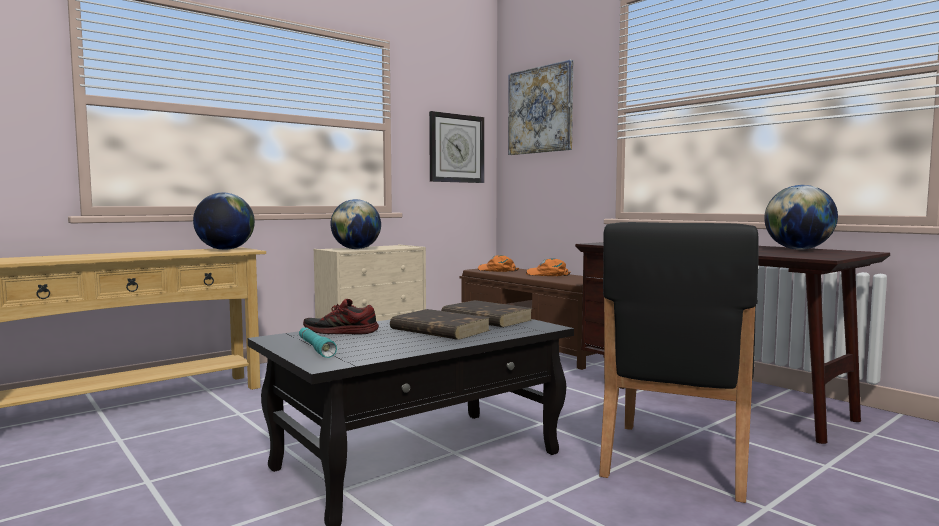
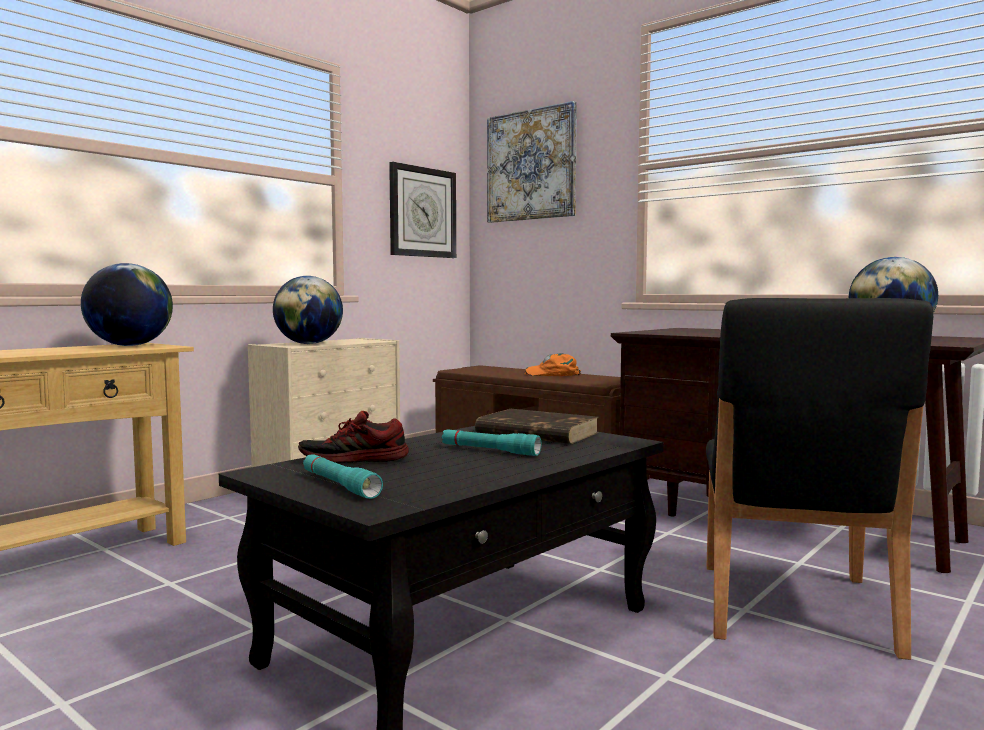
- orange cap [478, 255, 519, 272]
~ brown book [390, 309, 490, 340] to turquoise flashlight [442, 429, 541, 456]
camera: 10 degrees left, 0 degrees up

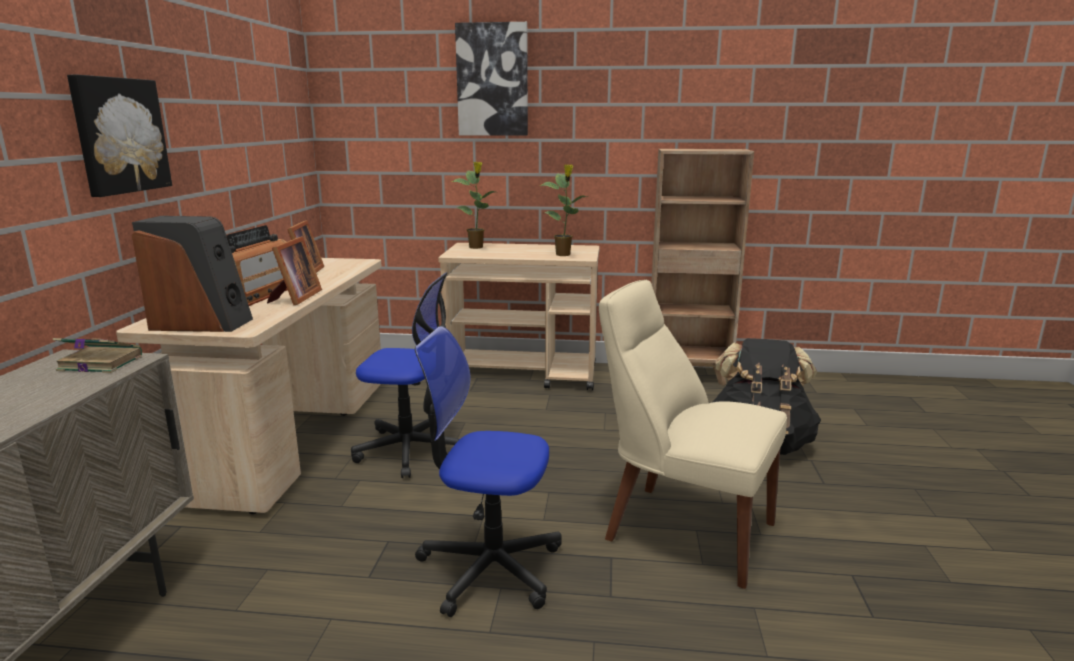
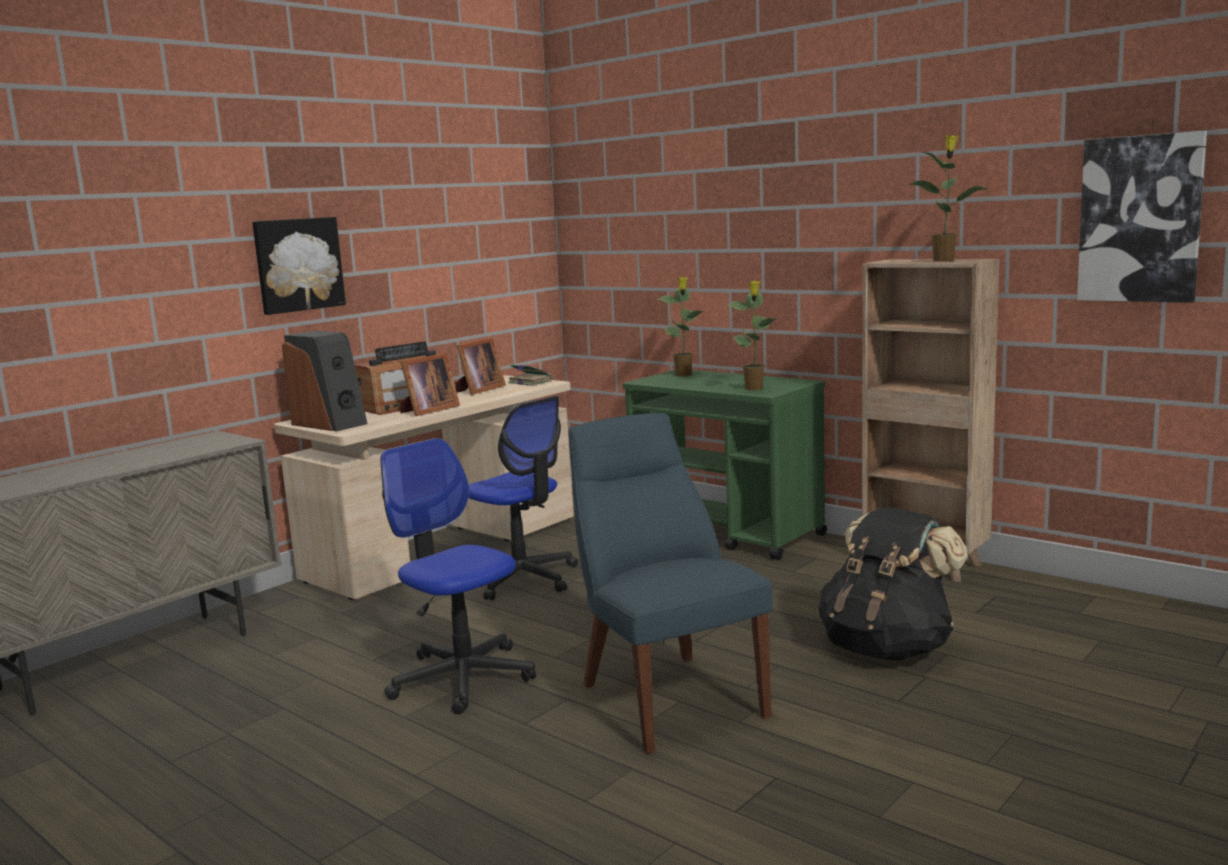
+ potted plant [908, 135, 989, 262]
~ book [53, 338, 142, 373] to [508, 364, 552, 386]
~ picture [455, 22, 528, 136] to [1077, 131, 1207, 303]
~ beige cart [438, 243, 600, 390] to green cart [622, 370, 827, 560]
~ beige chair [599, 280, 787, 589] to blue chair [569, 413, 773, 754]
camera: 35 degrees right, 5 degrees down

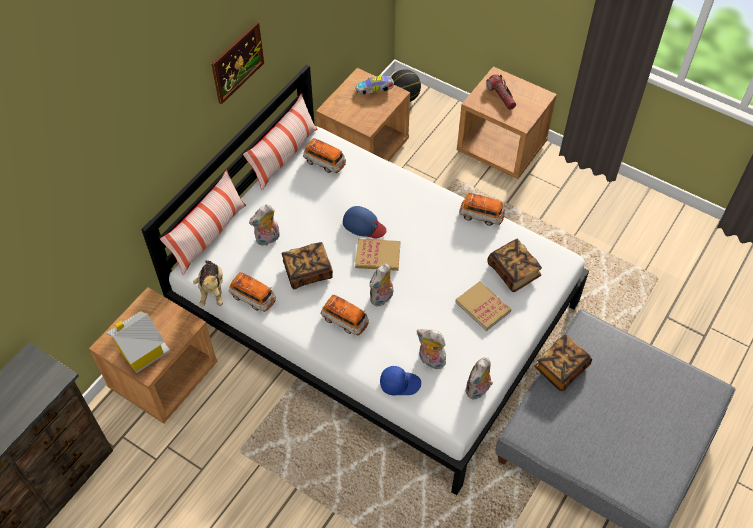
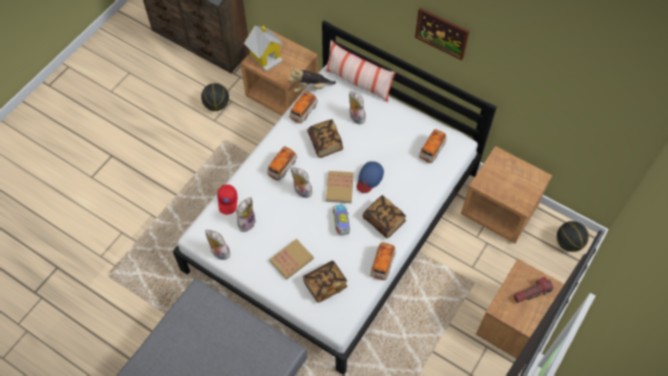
- pillow [243, 93, 317, 191]
+ basketball [201, 83, 229, 111]
~ toy car [356, 76, 394, 95] to [333, 204, 350, 235]
~ book [534, 334, 592, 391] to [363, 195, 406, 238]
~ blue cap [380, 366, 421, 395] to red cap [217, 185, 238, 215]
camera: 90 degrees right, 5 degrees up

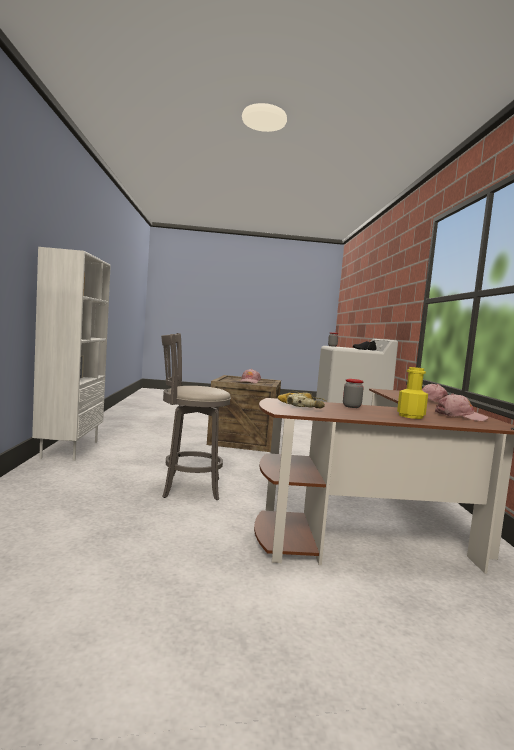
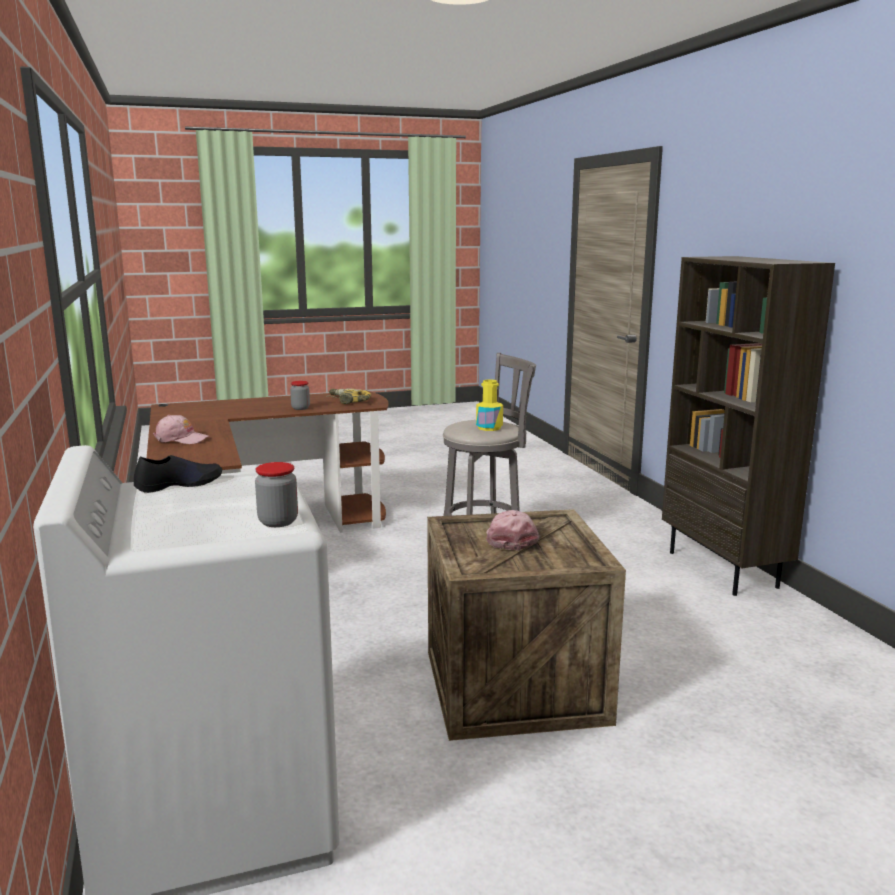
- pink cap [435, 394, 488, 421]
~ yellow bottle [397, 367, 428, 419] to [476, 379, 503, 431]
~ white bookcase [32, 247, 111, 461] to brown bookcase [662, 256, 835, 596]
camera: 165 degrees right, 10 degrees up

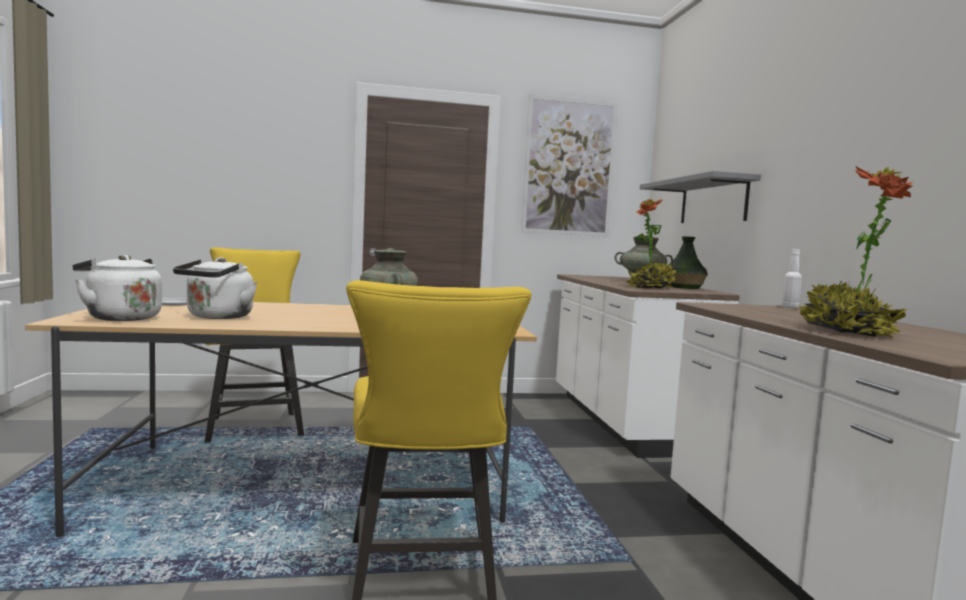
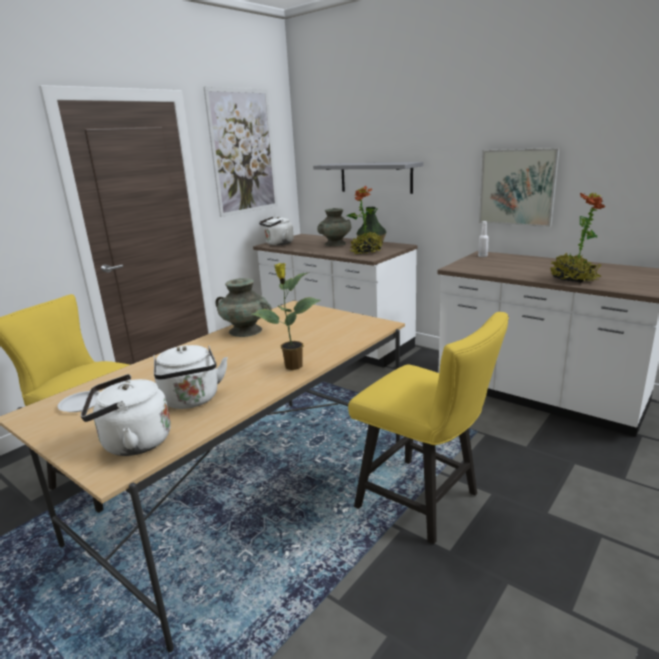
+ potted plant [251, 263, 321, 370]
+ white kettle [259, 216, 294, 246]
+ picture [479, 148, 560, 227]
camera: 40 degrees left, 15 degrees up

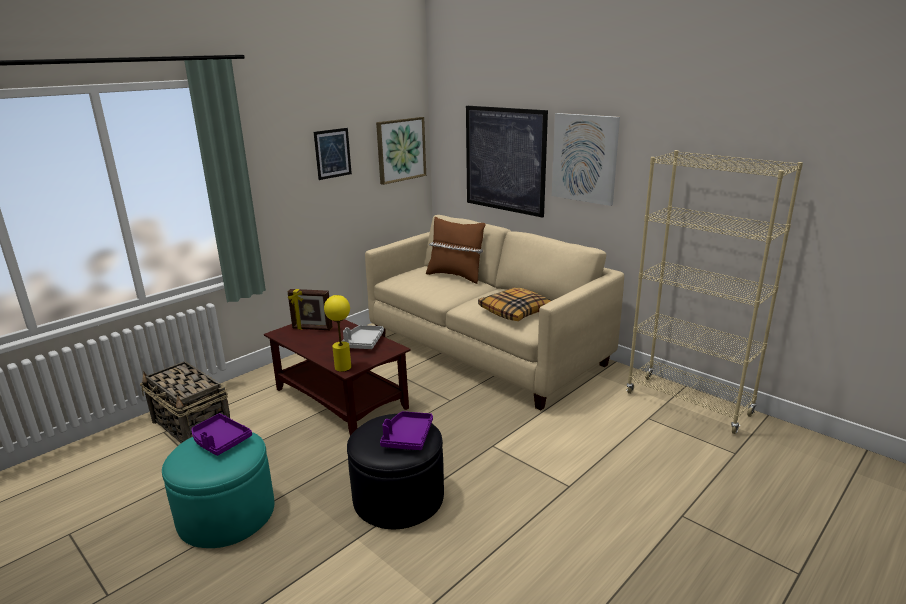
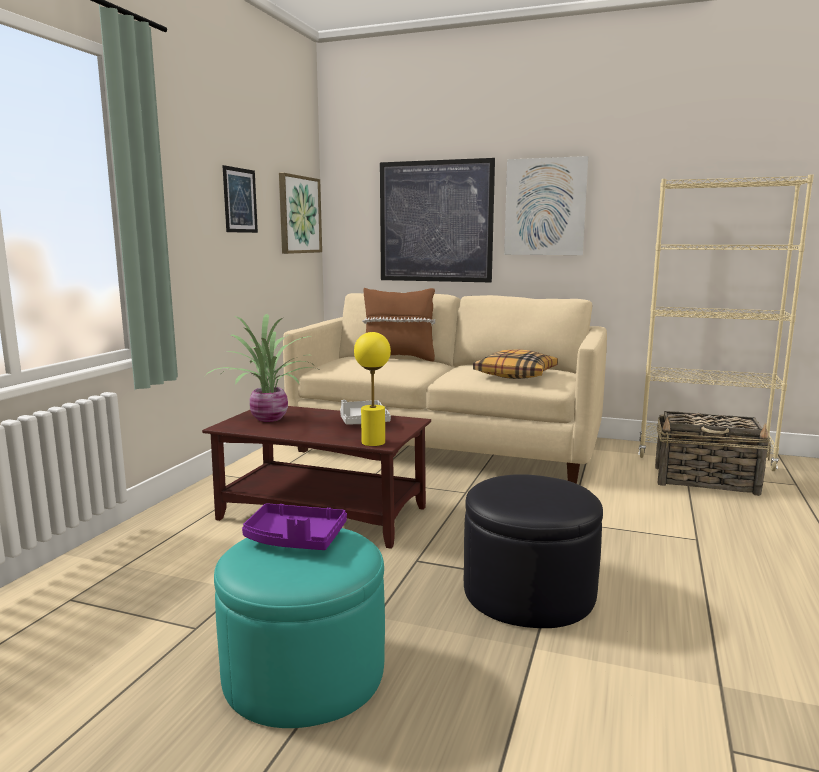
- purple tray [380, 411, 433, 450]
~ basket [140, 361, 230, 443] to [655, 411, 771, 496]
~ picture frame [288, 289, 333, 330] to potted plant [205, 314, 317, 422]
camera: 25 degrees left, 10 degrees down

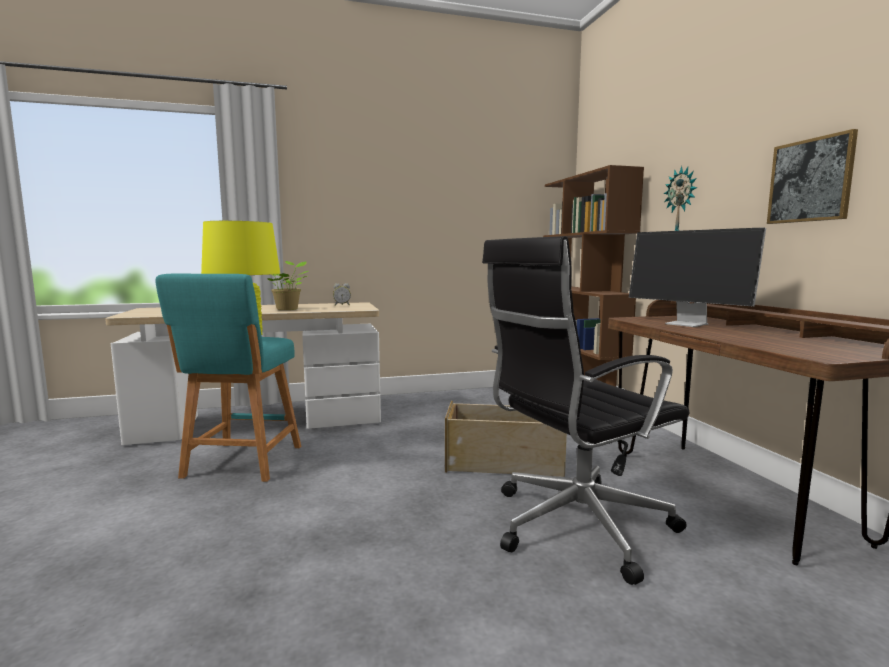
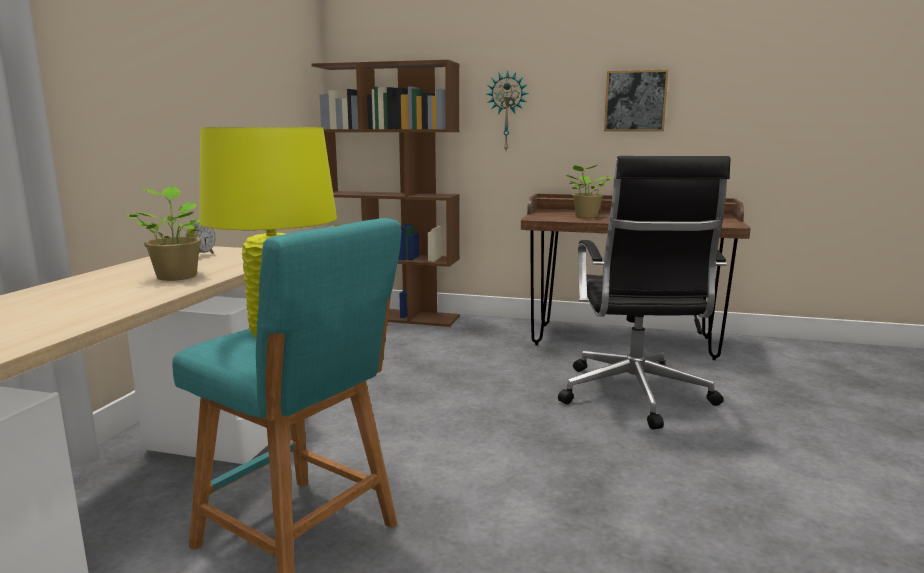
- beige storage box [445, 401, 567, 477]
~ monitor [629, 227, 766, 327] to potted plant [566, 165, 612, 218]
camera: 60 degrees left, 5 degrees up

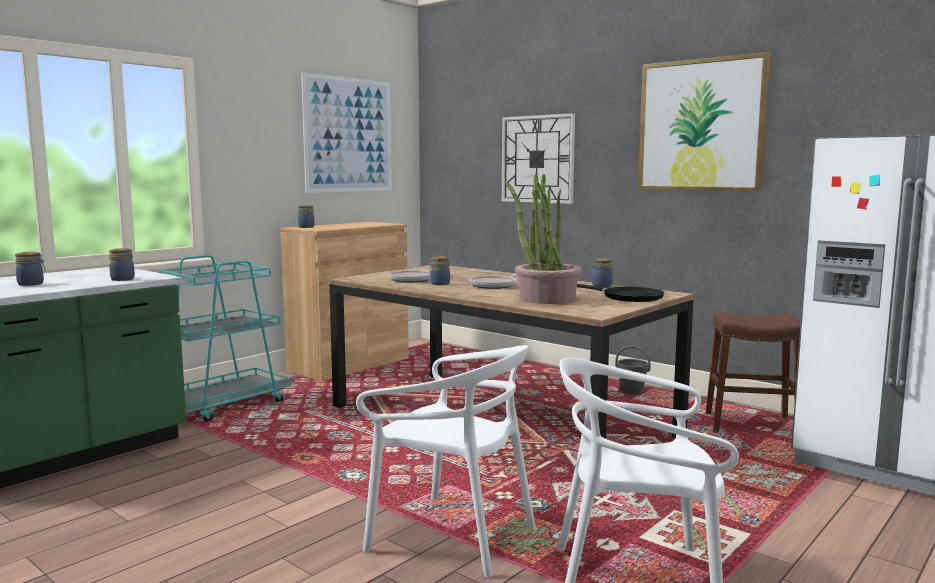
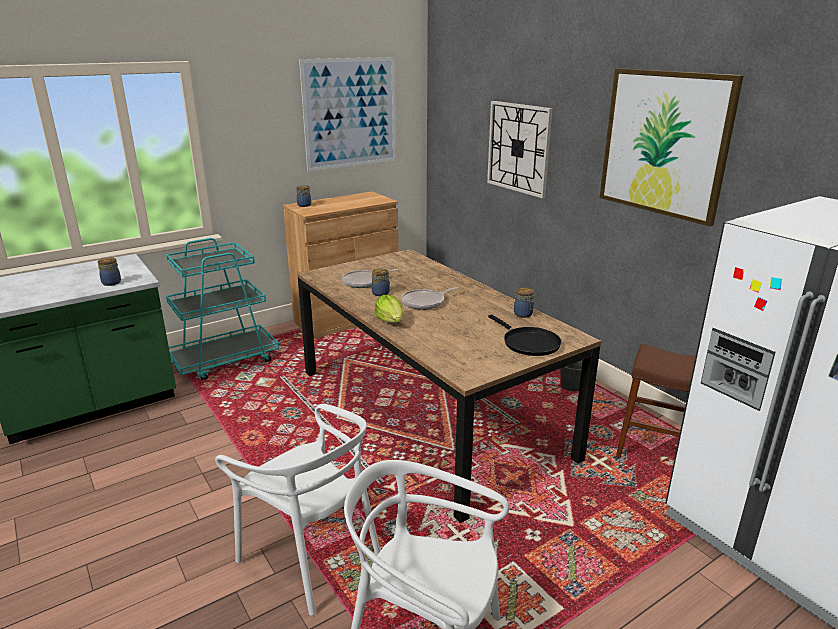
- jar [15, 252, 46, 286]
- potted plant [505, 174, 582, 304]
+ lettuce [375, 295, 403, 323]
camera: 15 degrees right, 15 degrees up

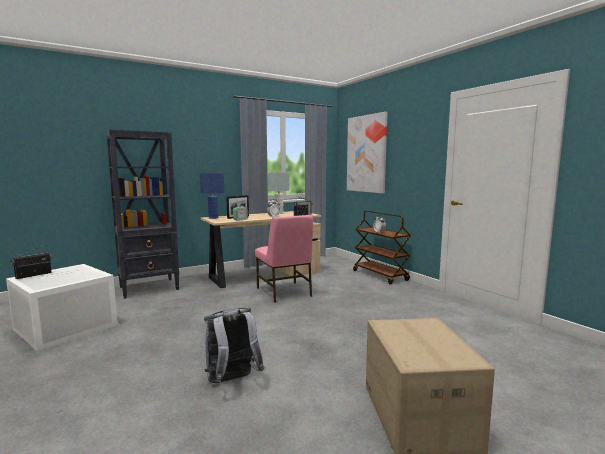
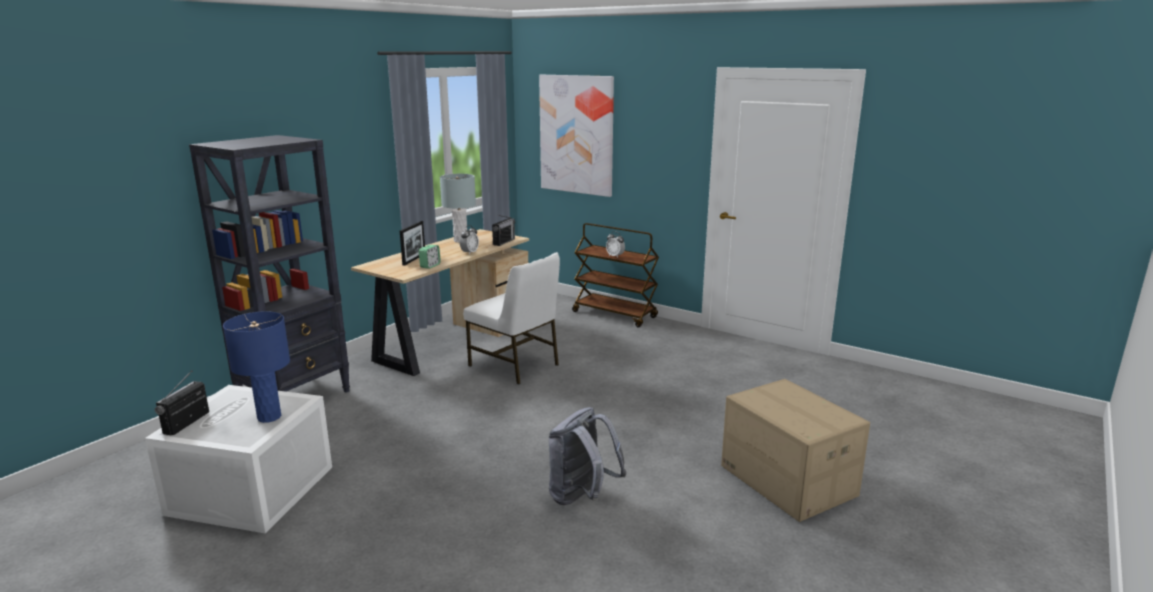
~ blue table lamp [200, 173, 224, 219] to [223, 311, 290, 423]
~ pink chair [255, 214, 313, 303] to white chair [463, 252, 560, 384]
camera: 25 degrees left, 10 degrees up

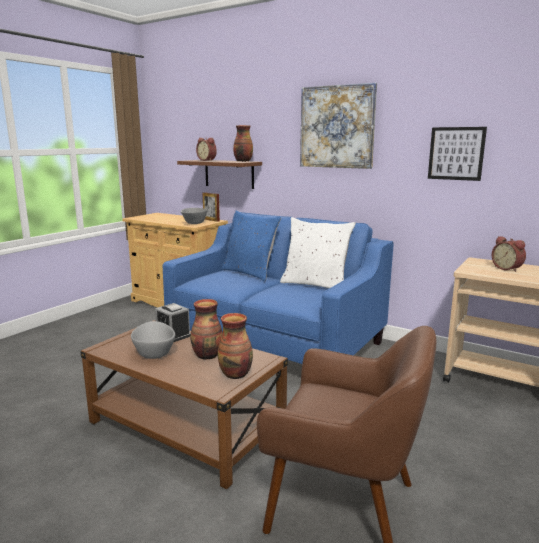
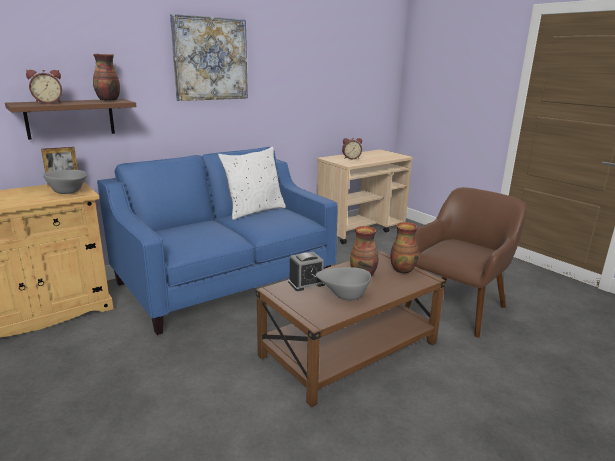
- blue pillow [221, 210, 281, 281]
- picture [428, 127, 487, 181]
camera: 70 degrees left, 5 degrees up

